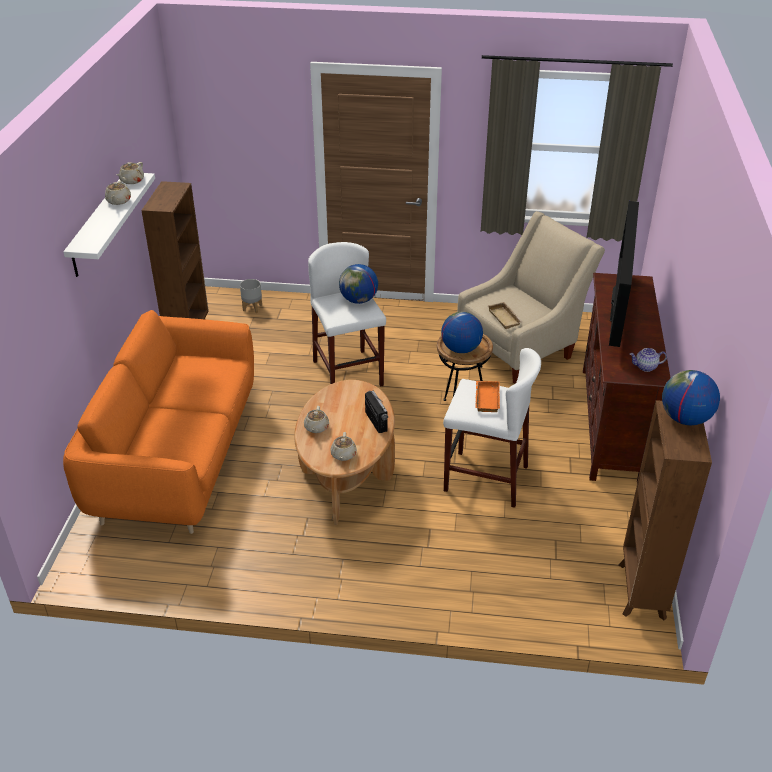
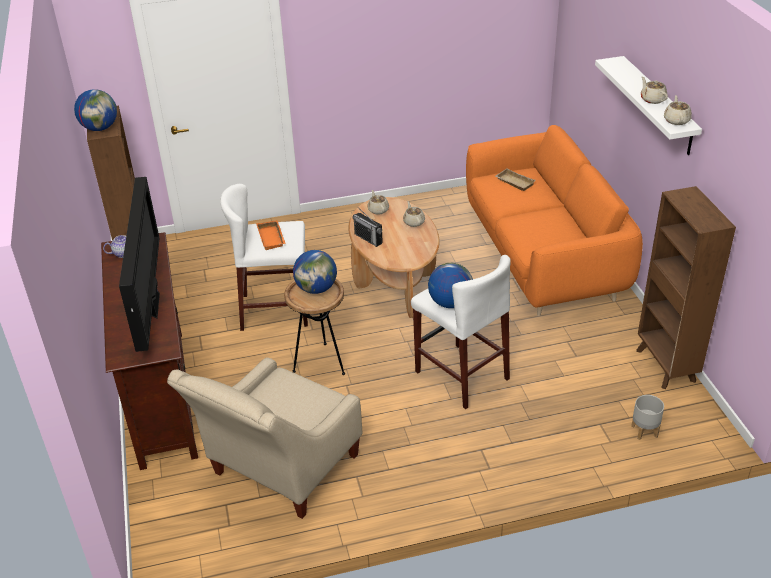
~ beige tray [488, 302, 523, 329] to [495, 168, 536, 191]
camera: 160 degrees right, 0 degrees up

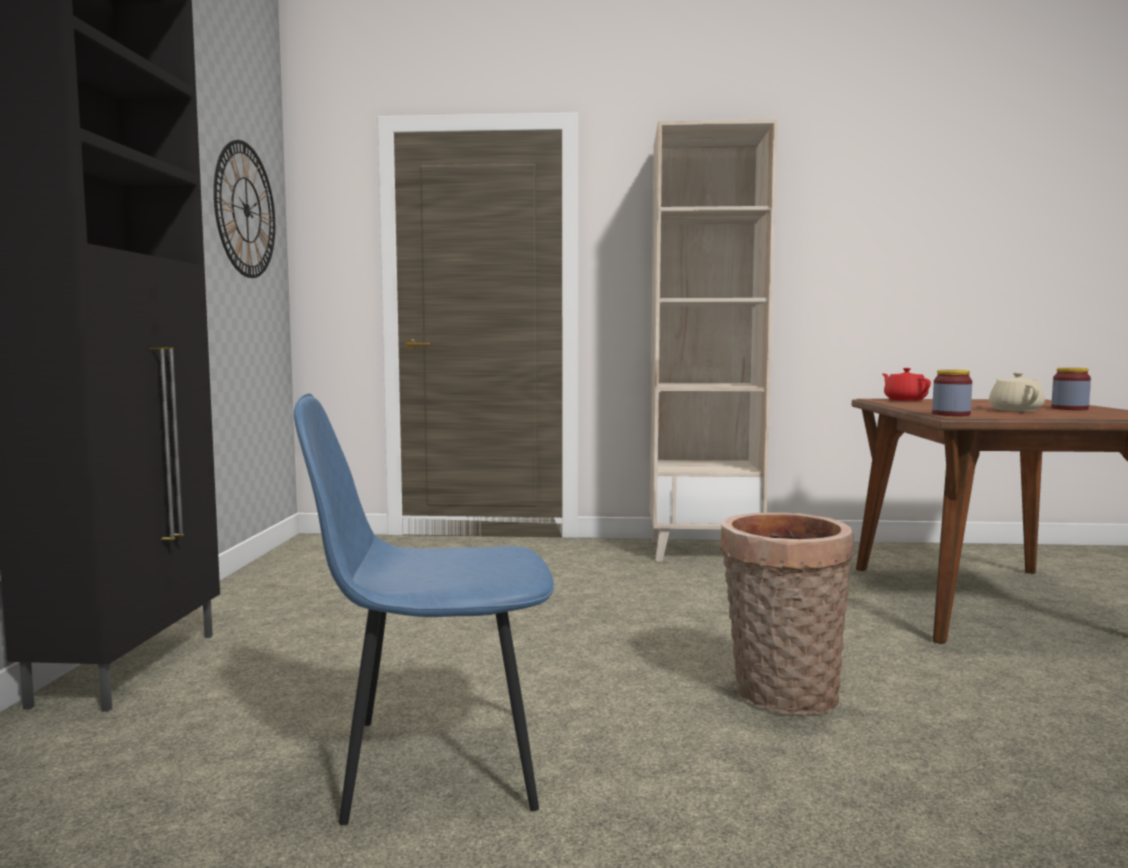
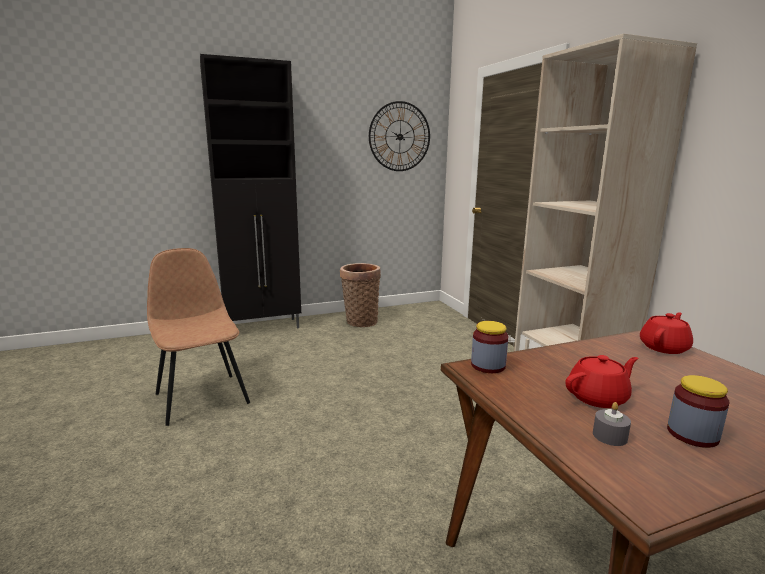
+ grey candle [593, 402, 631, 446]
~ basket [719, 512, 854, 715] to [340, 263, 381, 327]
~ blue chair [294, 393, 554, 825] to brown chair [147, 248, 250, 426]
~ beige teapot [989, 372, 1045, 412] to red teapot [565, 355, 638, 408]
camera: 65 degrees right, 10 degrees up

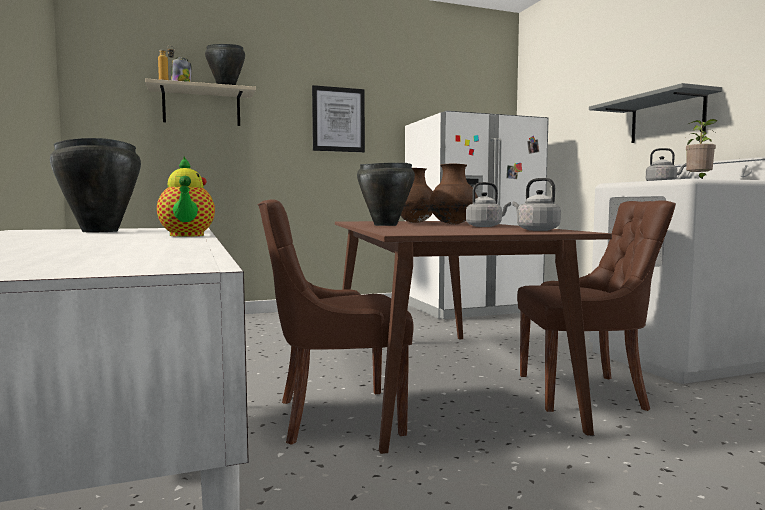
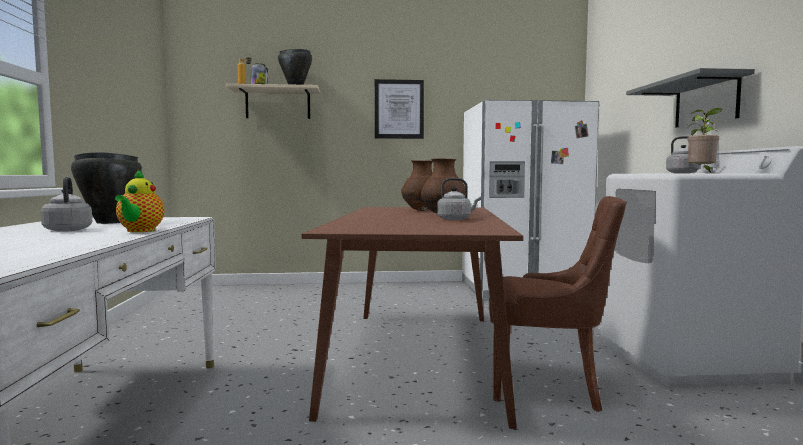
- brown chair [257, 199, 414, 445]
- black cooking pot [357, 163, 415, 226]
~ grey kettle [512, 178, 561, 231] to [41, 177, 92, 232]
camera: 15 degrees right, 0 degrees up

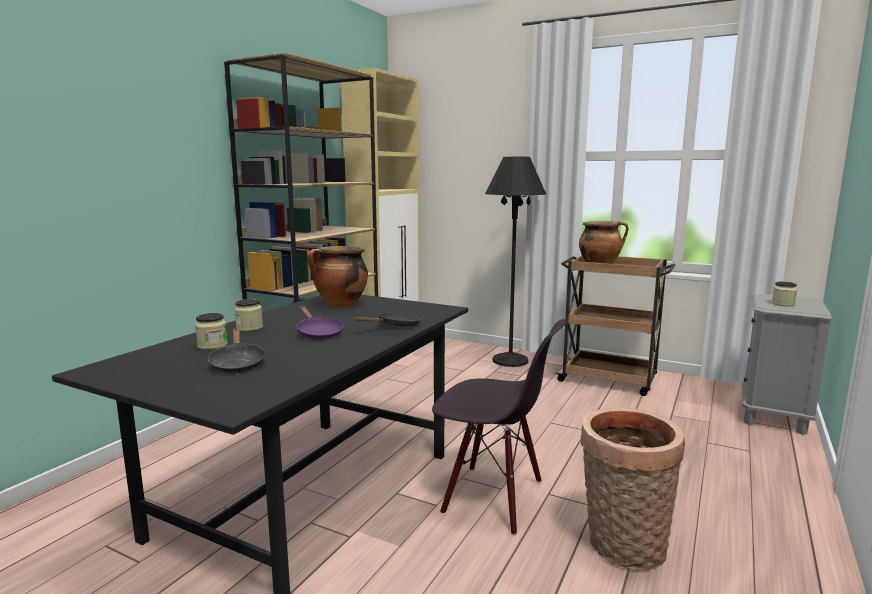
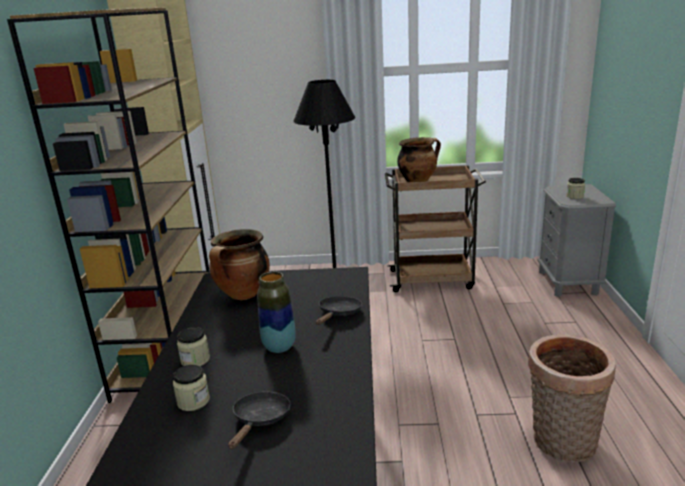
- black chair [432, 319, 567, 535]
~ purple frying pan [297, 306, 343, 340] to vase [257, 272, 296, 353]
~ black frying pan [207, 328, 266, 373] = [228, 391, 291, 449] 120 degrees counterclockwise
camera: 25 degrees left, 10 degrees up

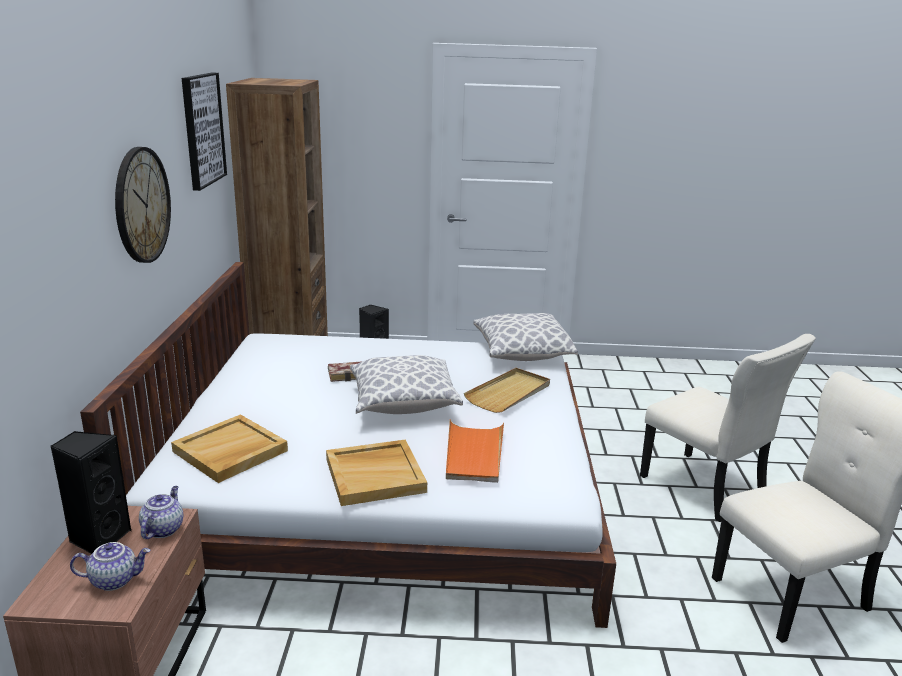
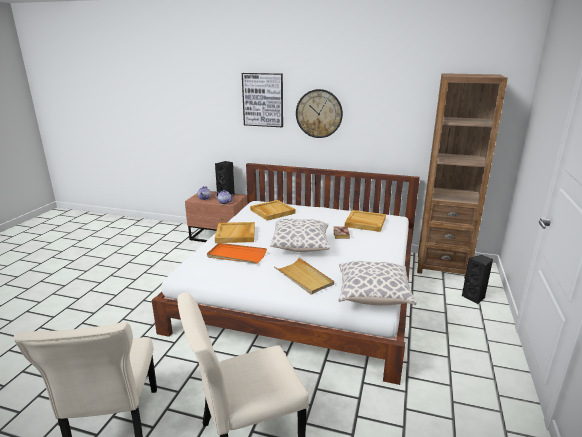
+ beige tray [344, 210, 386, 232]
~ picture [182, 73, 227, 191] to [242, 73, 283, 127]
camera: 105 degrees right, 0 degrees up

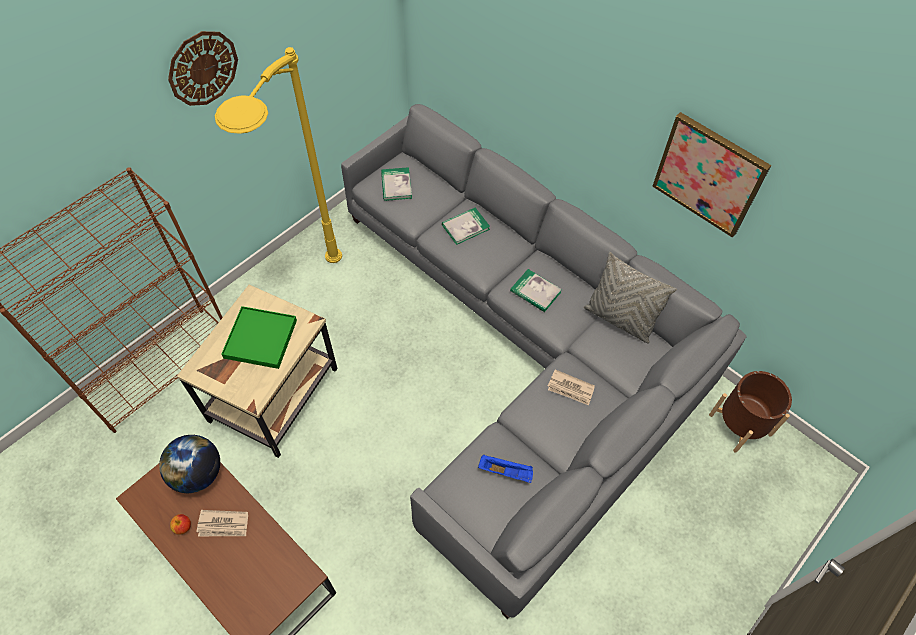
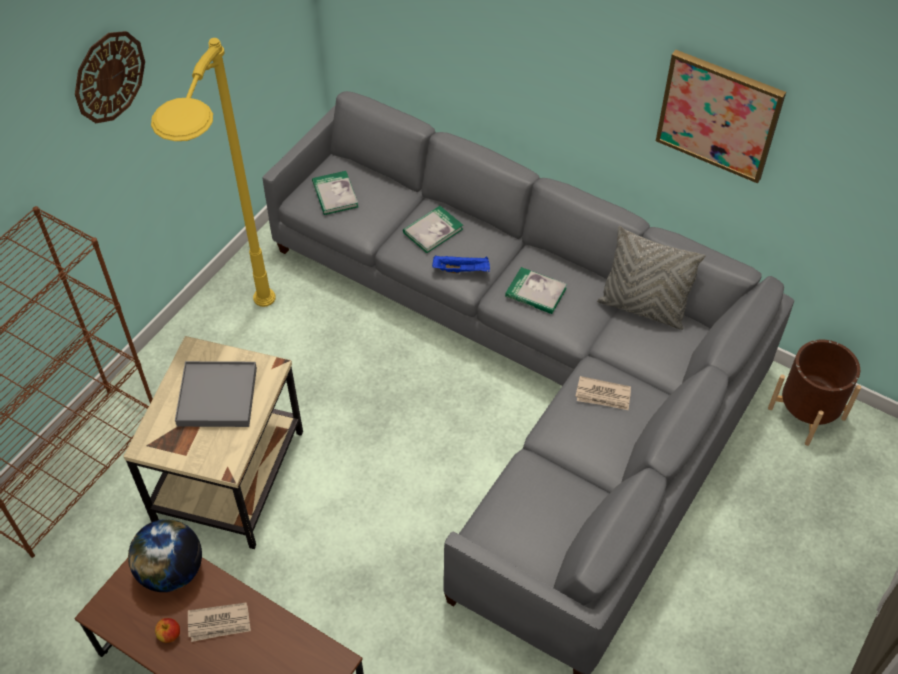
~ blue tray [478, 455, 533, 483] to [432, 256, 490, 274]
~ green tray [221, 306, 297, 369] to grey tray [175, 361, 257, 427]
camera: 10 degrees left, 5 degrees down

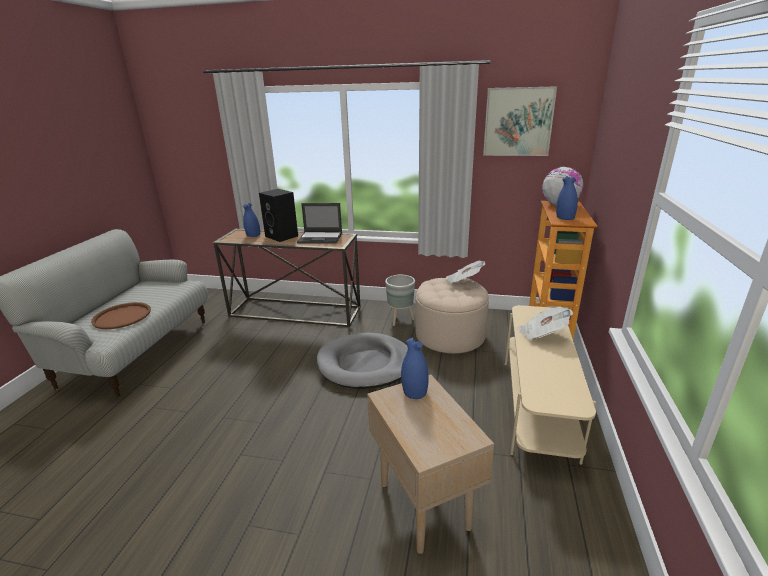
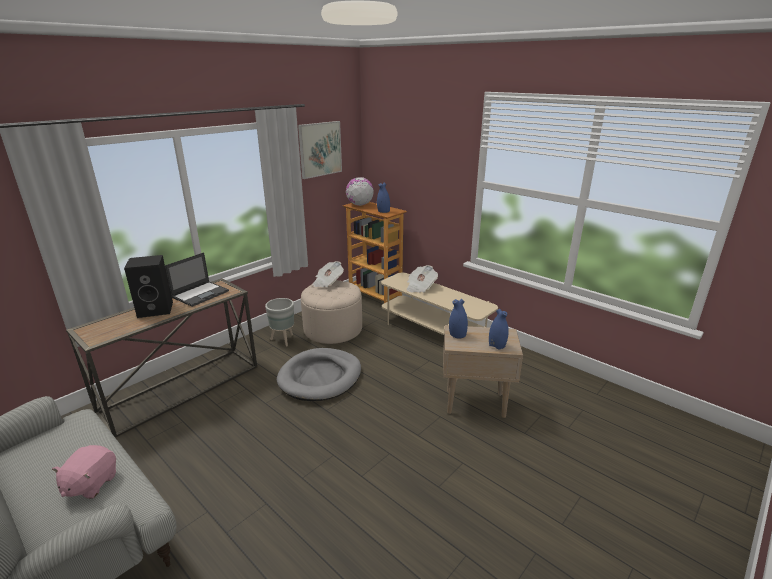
~ blue vase [243, 203, 260, 237] to [489, 309, 509, 350]
~ brown tray [91, 302, 151, 329] to pink plush toy [52, 445, 116, 499]
camera: 60 degrees left, 0 degrees up

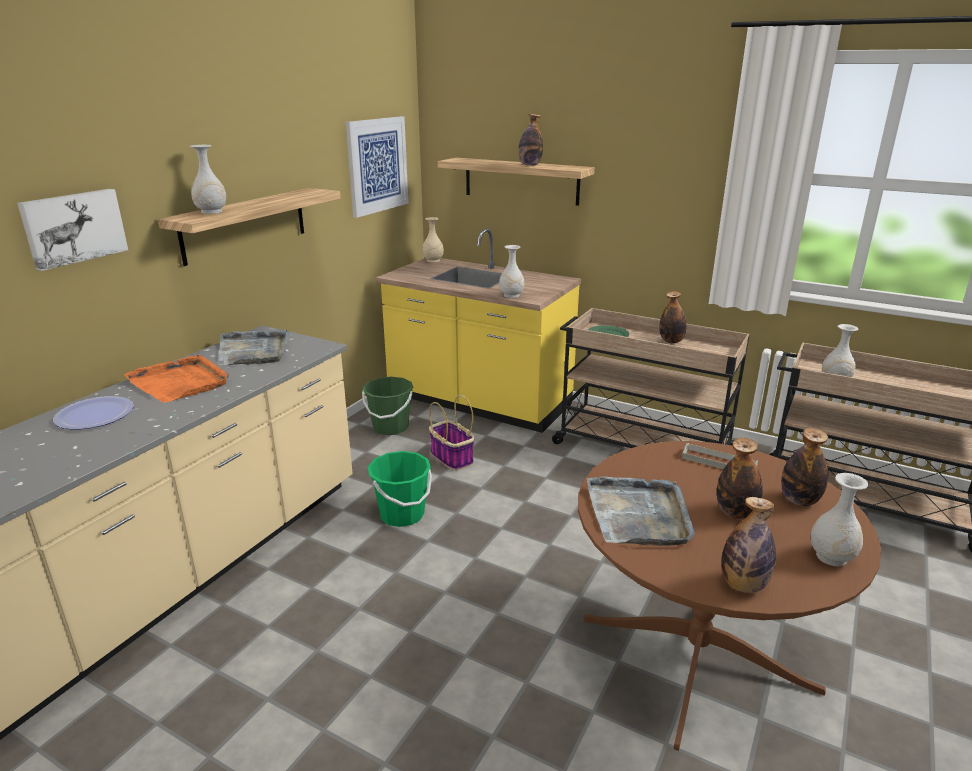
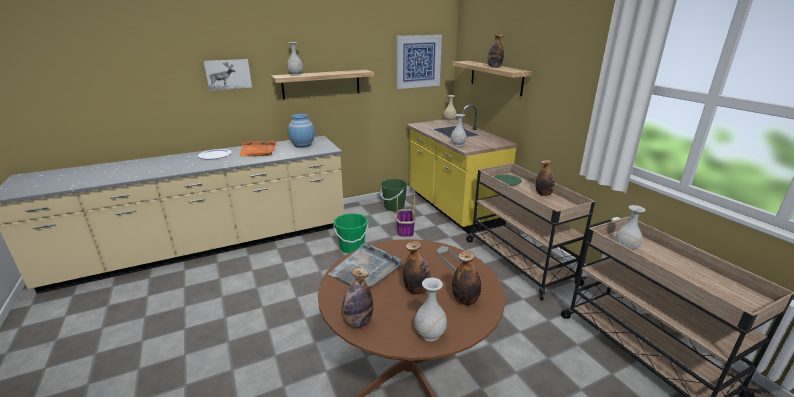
~ grey tray [219, 329, 289, 365] to blue vase [288, 114, 315, 148]
camera: 35 degrees right, 0 degrees up

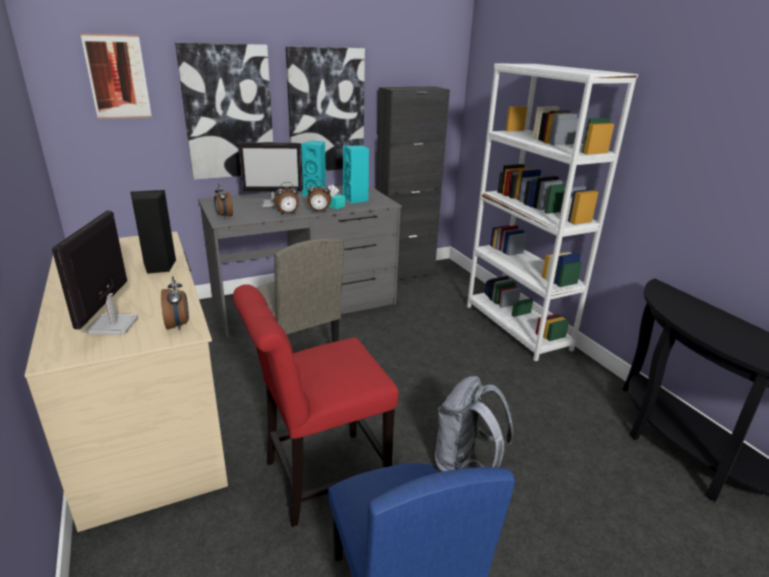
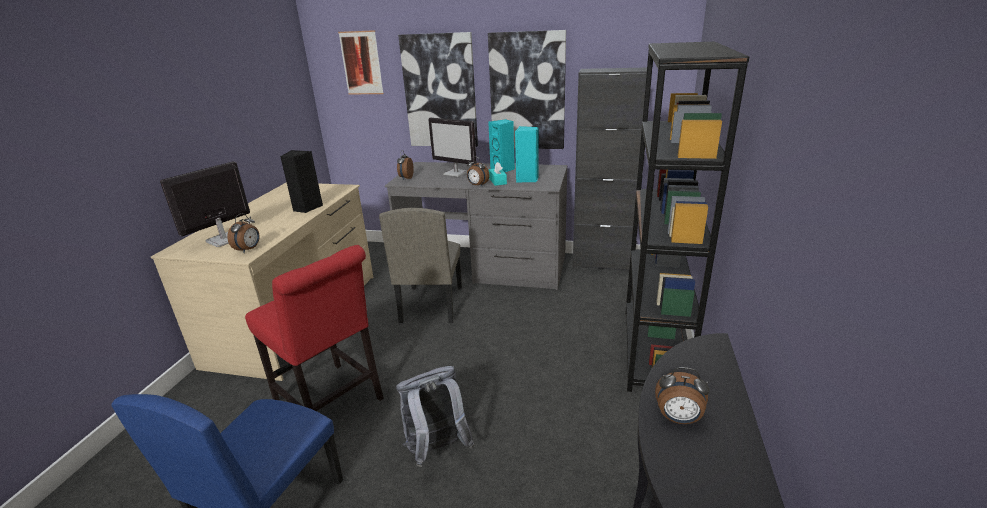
~ alarm clock [274, 182, 299, 215] to [655, 367, 710, 424]
~ white bookcase [467, 63, 638, 361] to black bookcase [626, 42, 749, 392]
~ red chair [233, 284, 399, 527] = [245, 245, 384, 411] 150 degrees counterclockwise
camera: 40 degrees right, 0 degrees up

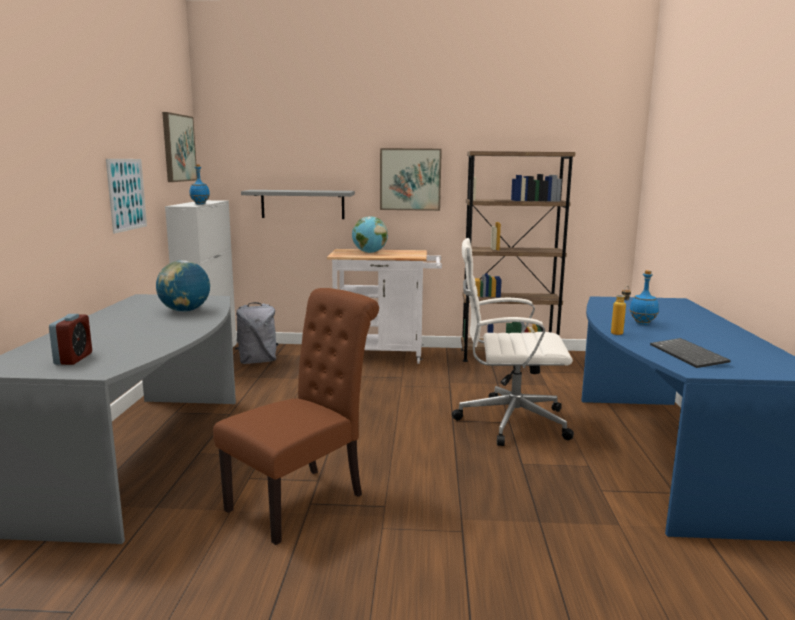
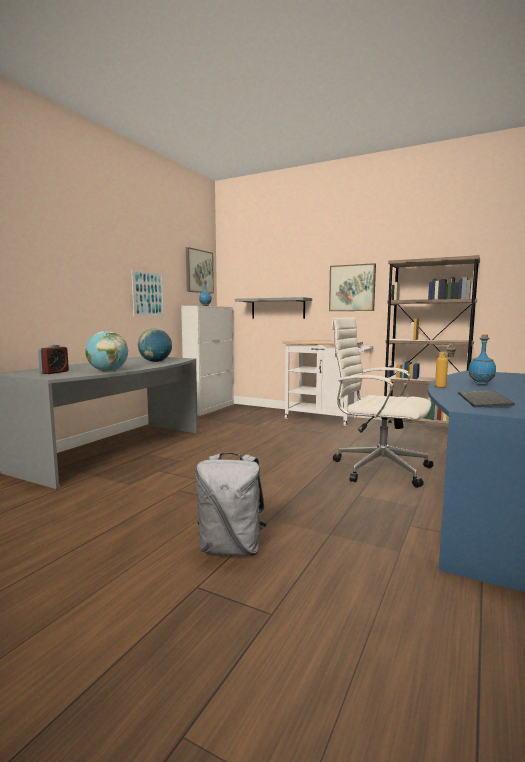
- brown chair [213, 288, 379, 545]
~ grey backpack [235, 302, 279, 364] to [196, 452, 267, 556]
~ globe [352, 216, 388, 253] to [85, 331, 128, 372]
camera: 25 degrees right, 5 degrees down

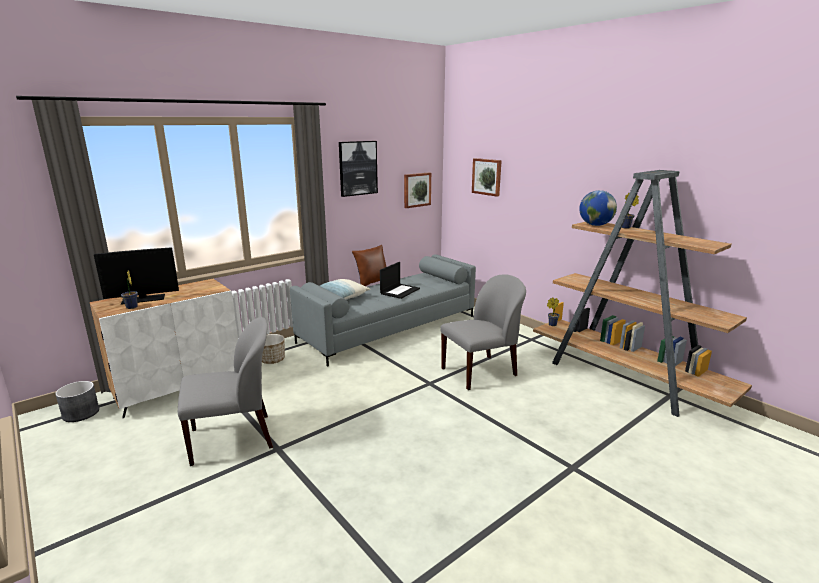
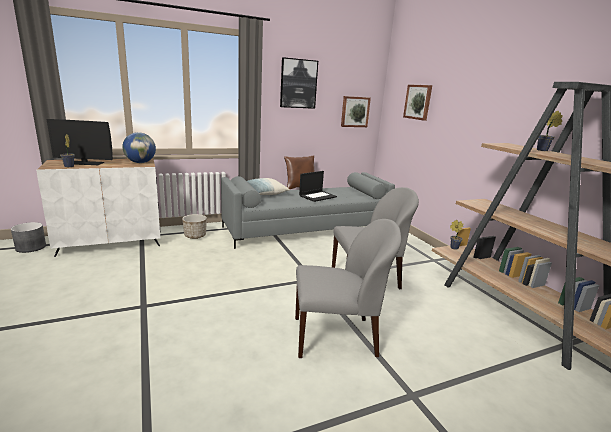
~ grey chair [178, 317, 273, 466] to [295, 219, 401, 358]
~ globe [579, 190, 617, 226] to [123, 132, 156, 163]
camera: 15 degrees right, 0 degrees up

